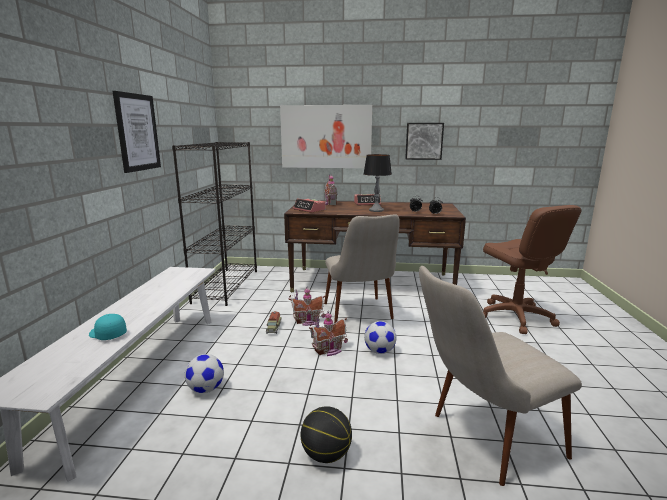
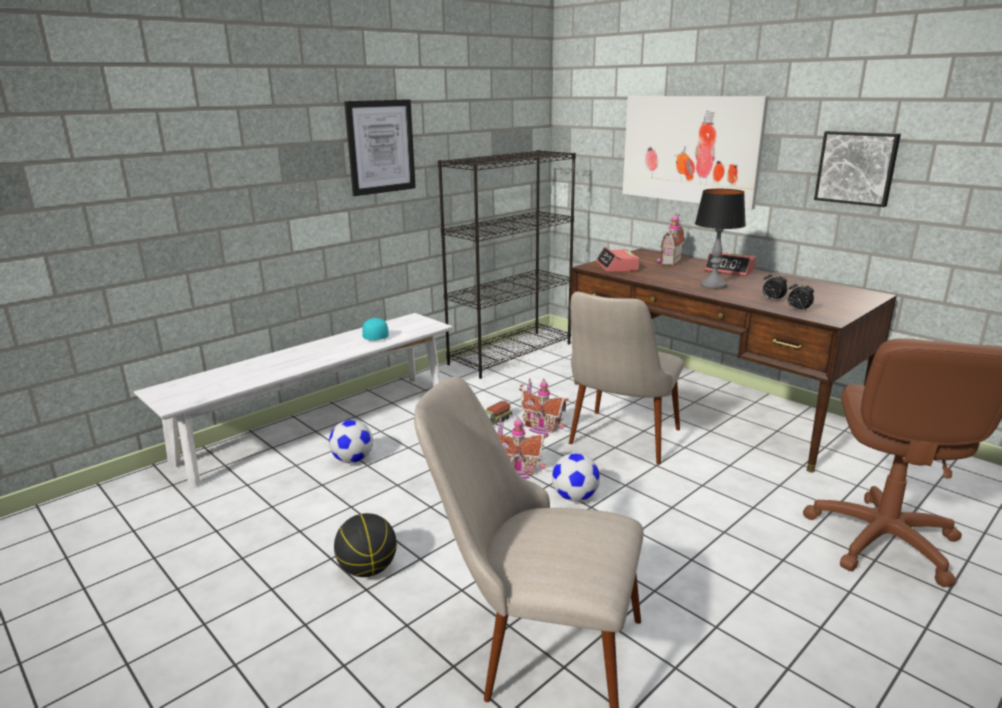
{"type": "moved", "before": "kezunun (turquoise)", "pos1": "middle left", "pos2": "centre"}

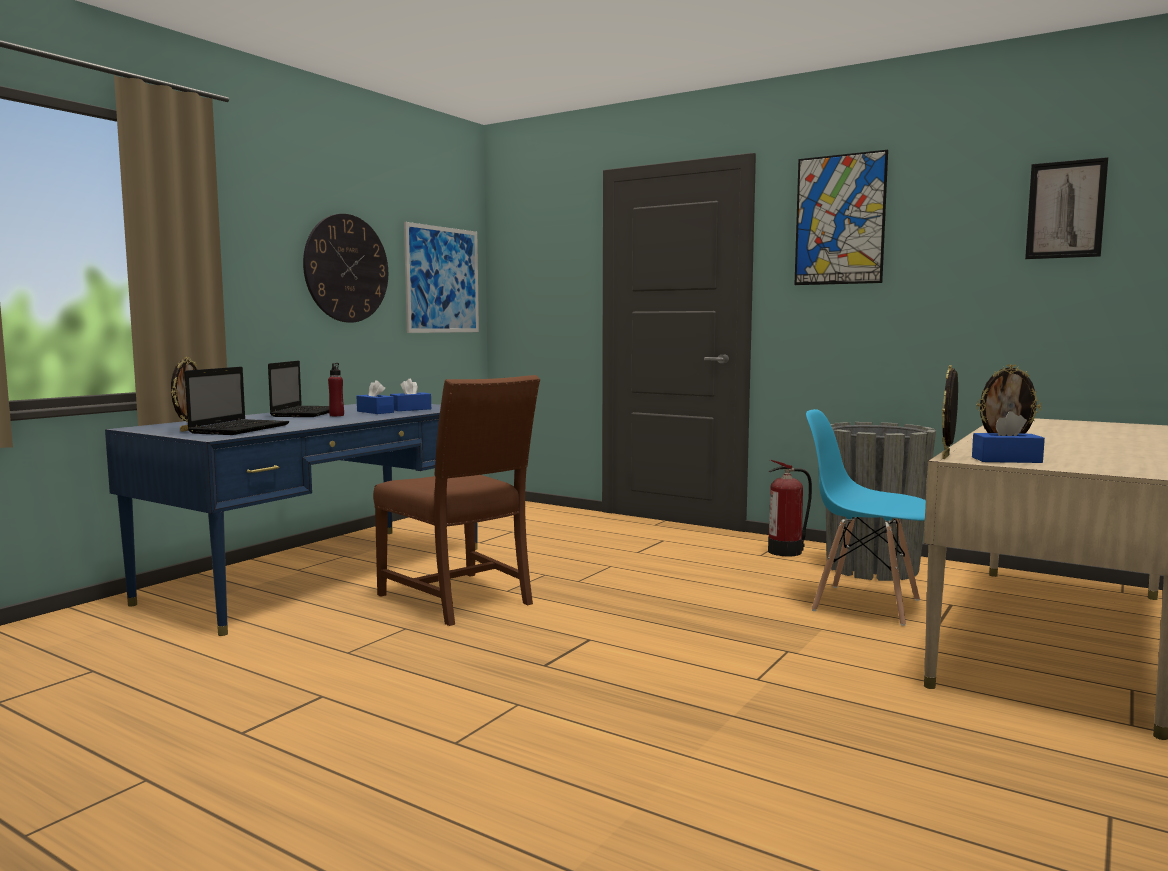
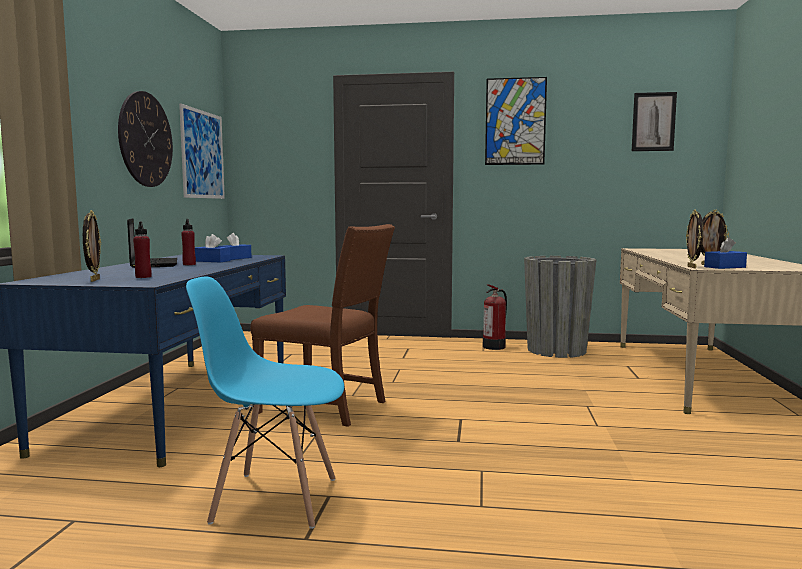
{"type": "replaced", "before": "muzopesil (1st from left)", "after": "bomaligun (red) (1st from left)", "pos1": "middle left", "pos2": "middle left"}
{"type": "moved", "before": "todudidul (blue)", "pos1": "middle right", "pos2": "bottom left"}

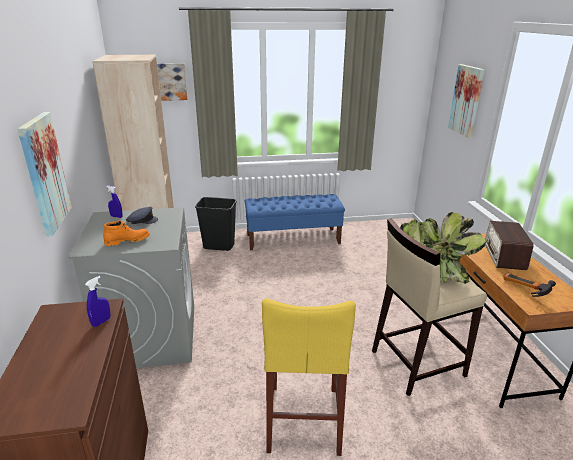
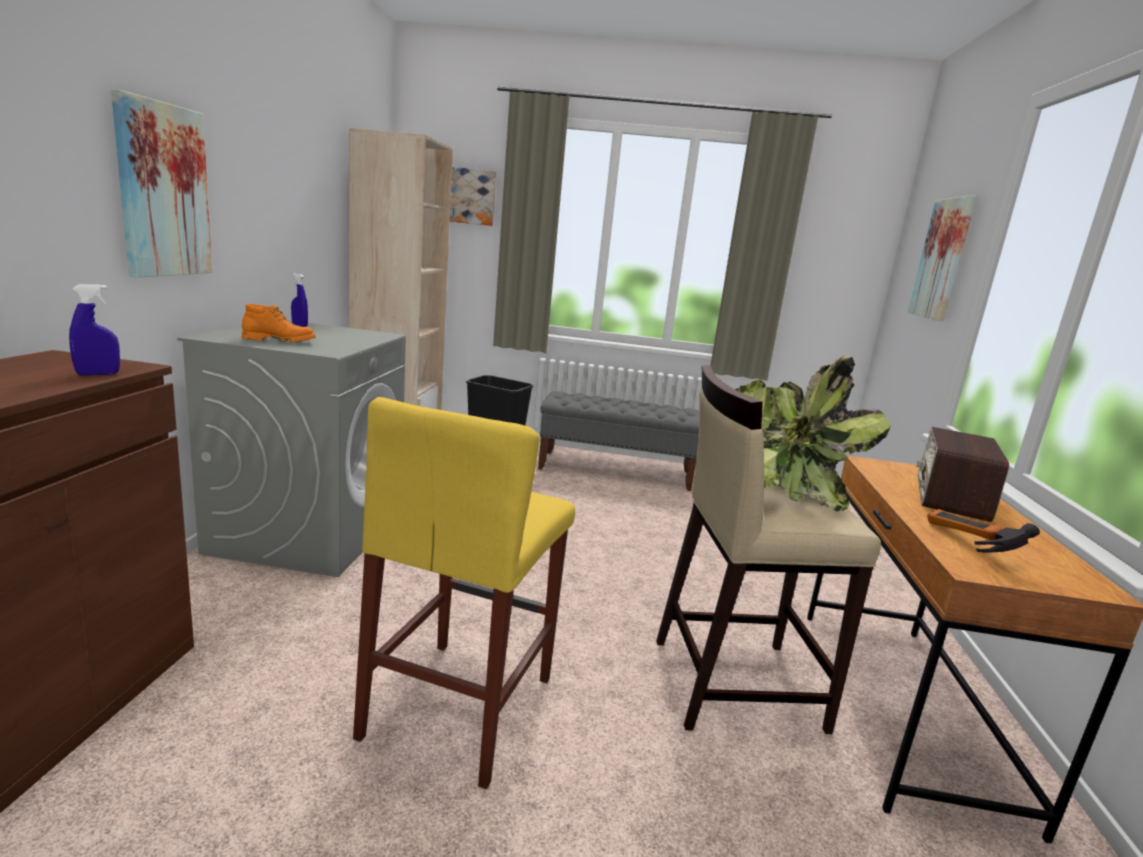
{"type": "recoloured", "before": "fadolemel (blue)", "after": "fadolemel (grey)", "pos1": "centre", "pos2": "centre"}
{"type": "removed", "before": "kezunun (grey)", "pos1": "middle left"}

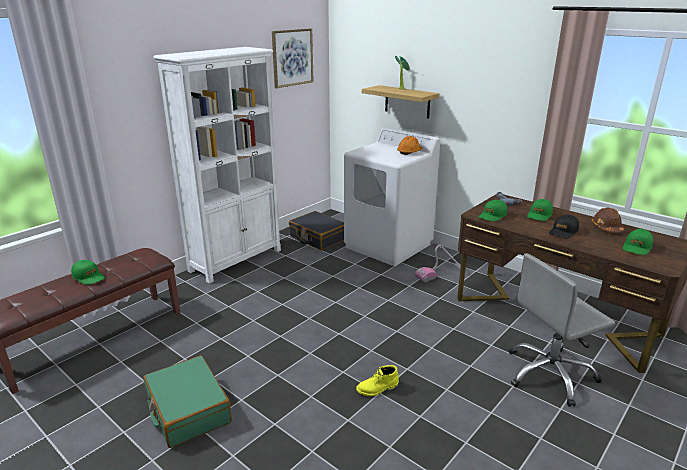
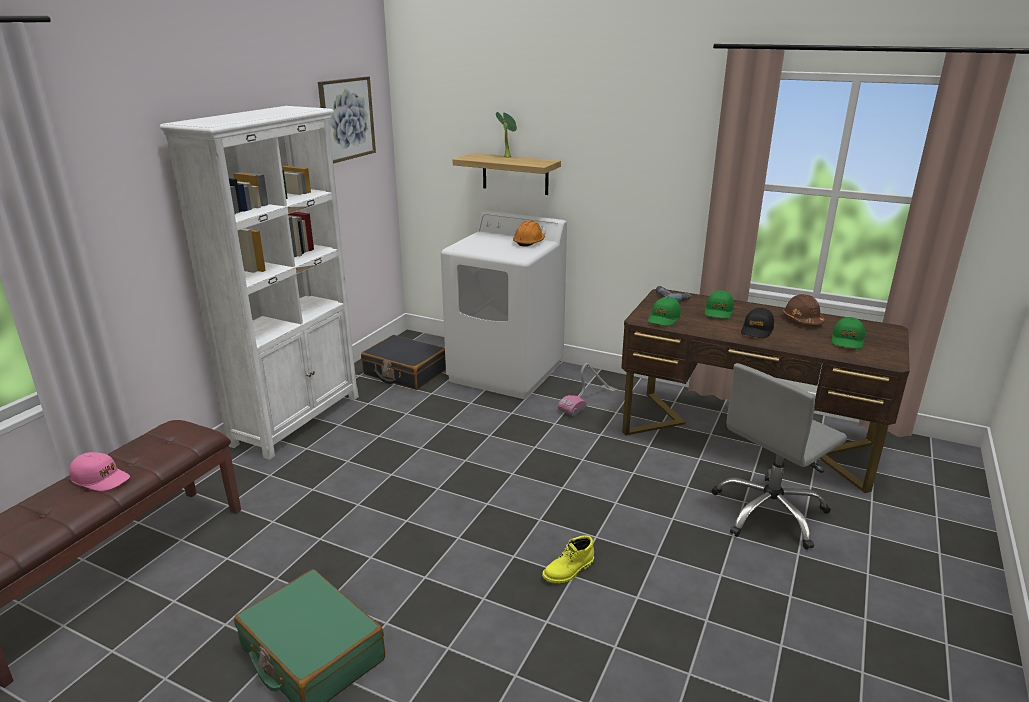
{"type": "recoloured", "before": "kezunun (green) (1st from left)", "after": "kezunun (pink)", "pos1": "middle left", "pos2": "bottom left"}

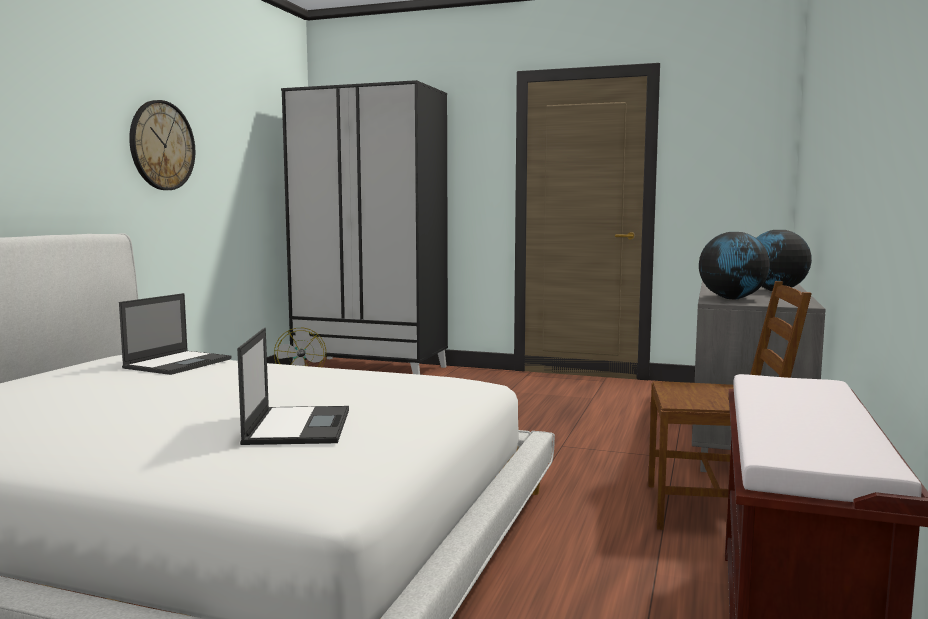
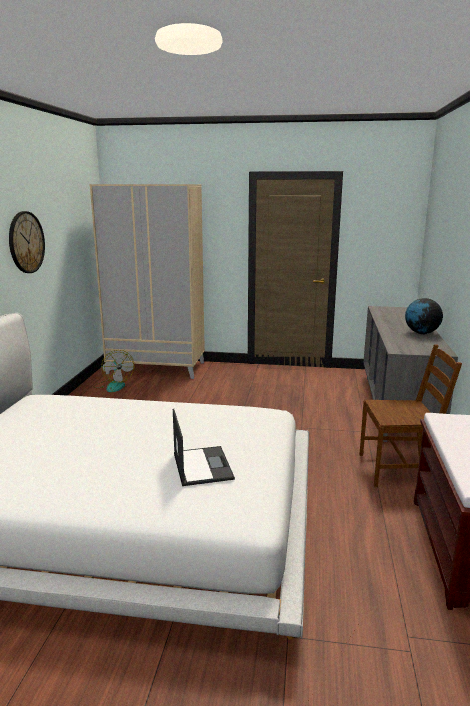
{"type": "recoloured", "before": "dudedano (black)", "after": "dudedano (beige)", "pos1": "centre", "pos2": "middle left"}
{"type": "removed", "before": "muzopesil (1st from left)", "pos1": "middle left"}
{"type": "removed", "before": "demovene (1st from left)", "pos1": "middle right"}

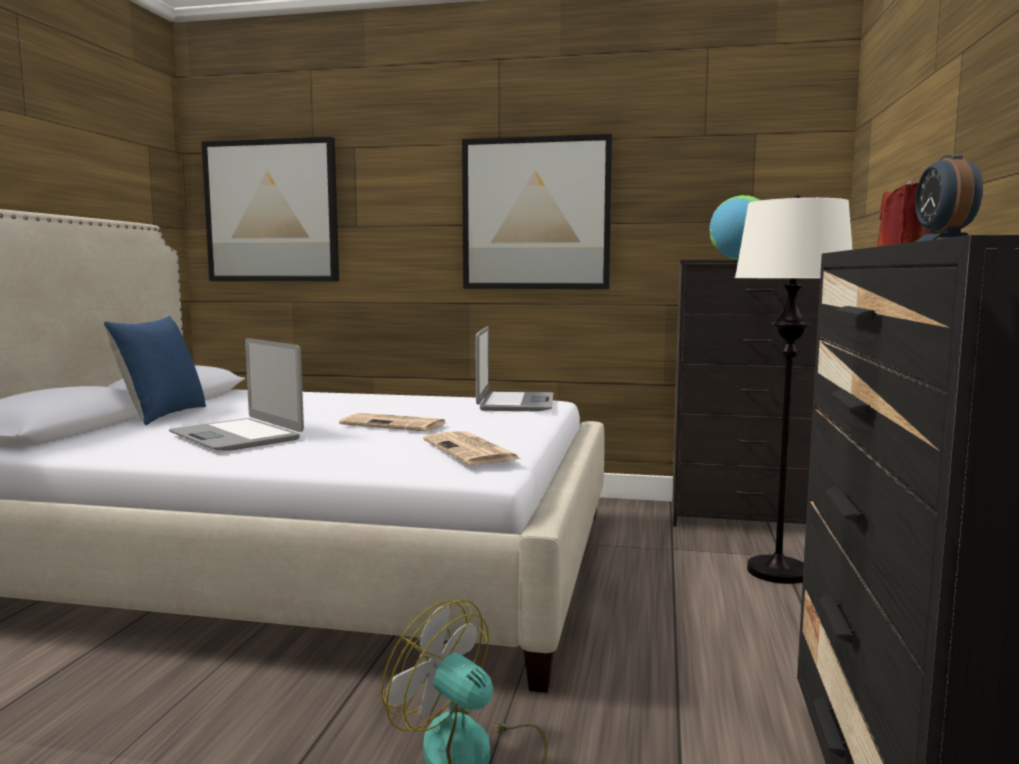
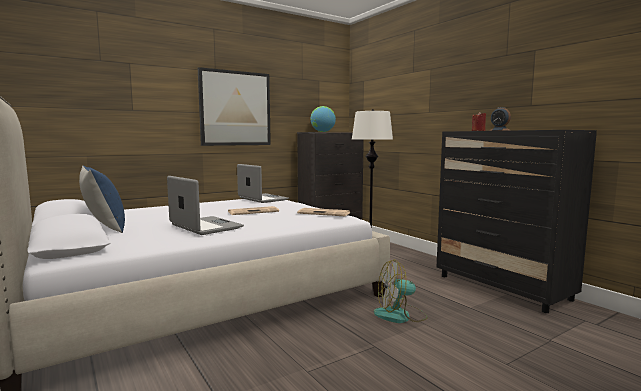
{"type": "turned", "before": "muzopesil (1st from left)", "pos1": "middle left", "pos2": "middle left", "turn": -135}
{"type": "removed", "before": "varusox (1st from left)", "pos1": "top left"}

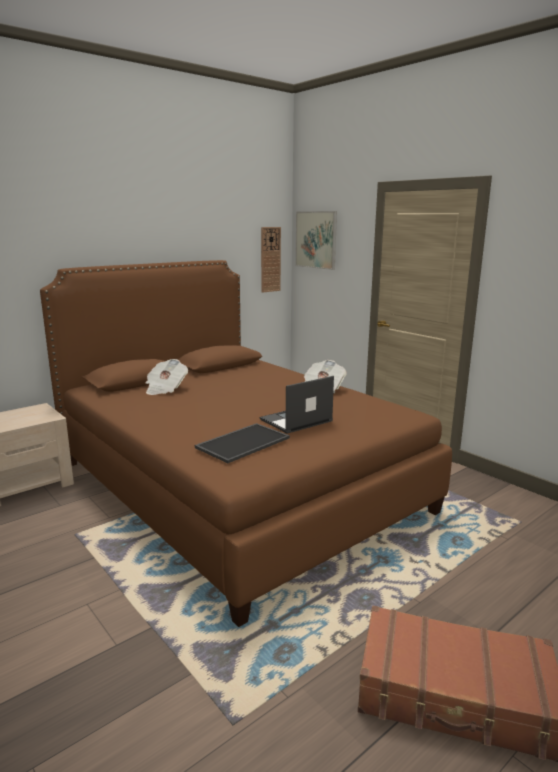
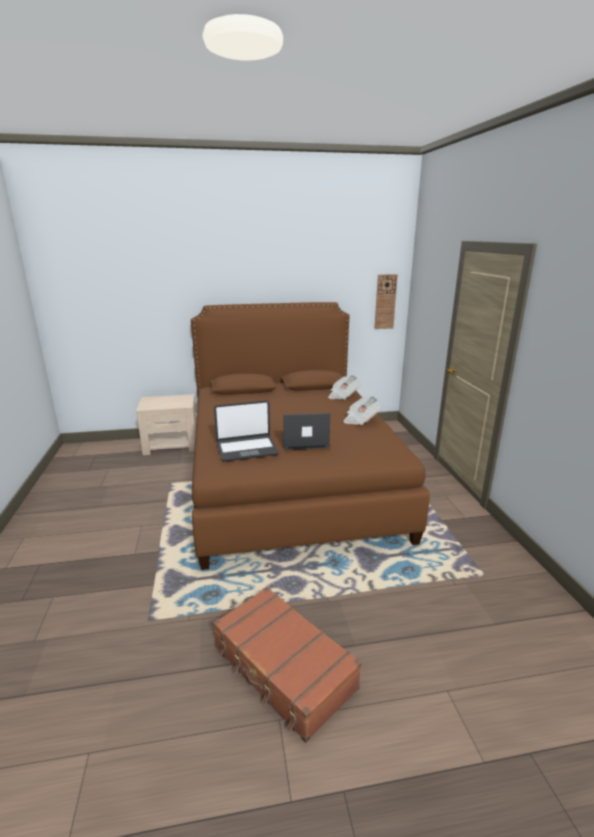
{"type": "replaced", "before": "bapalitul", "after": "muzopesil (1st from left)", "pos1": "centre", "pos2": "centre"}
{"type": "moved", "before": "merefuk (1st from left)", "pos1": "middle left", "pos2": "centre"}
{"type": "removed", "before": "varusox", "pos1": "top centre"}

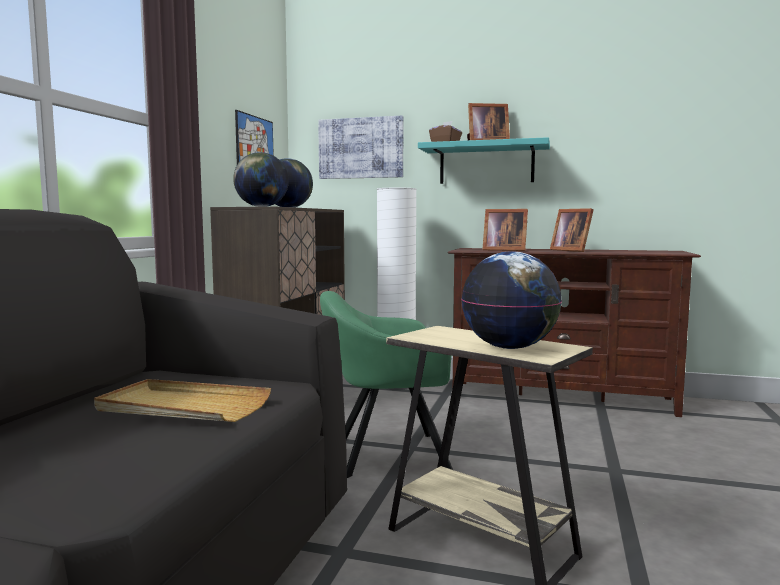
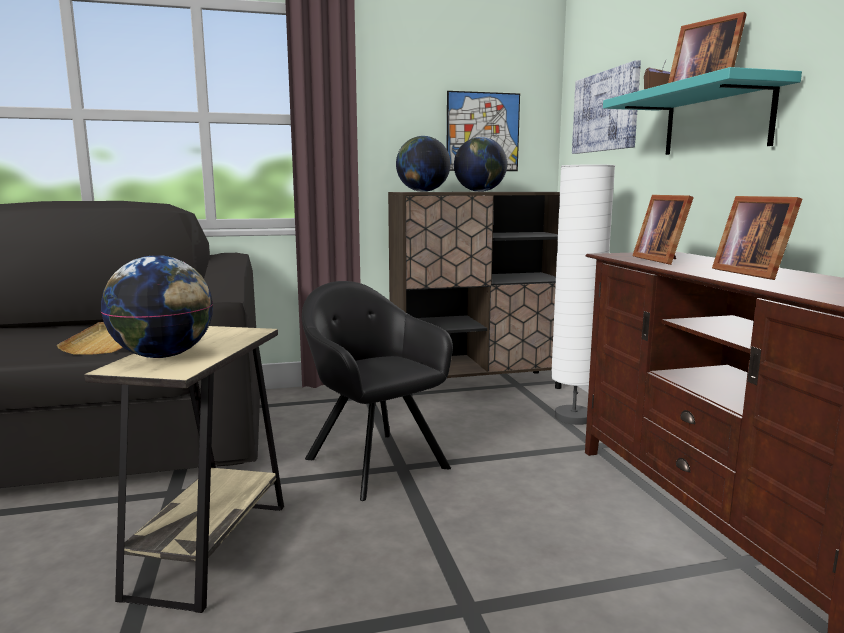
{"type": "recoloured", "before": "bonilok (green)", "after": "bonilok (black)", "pos1": "centre", "pos2": "centre"}
{"type": "turned", "before": "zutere (3rd from left)", "pos1": "middle right", "pos2": "middle right", "turn": -45}

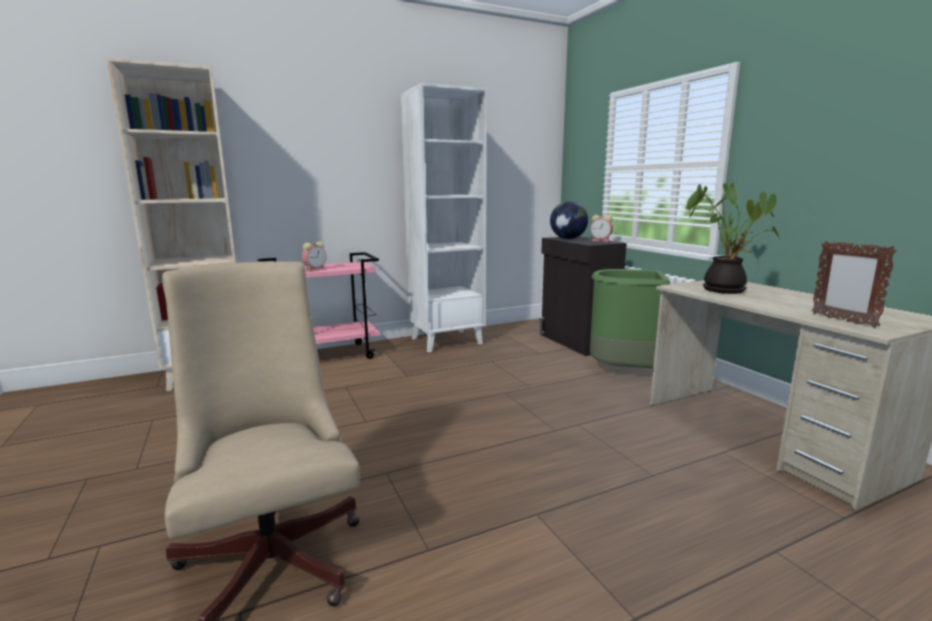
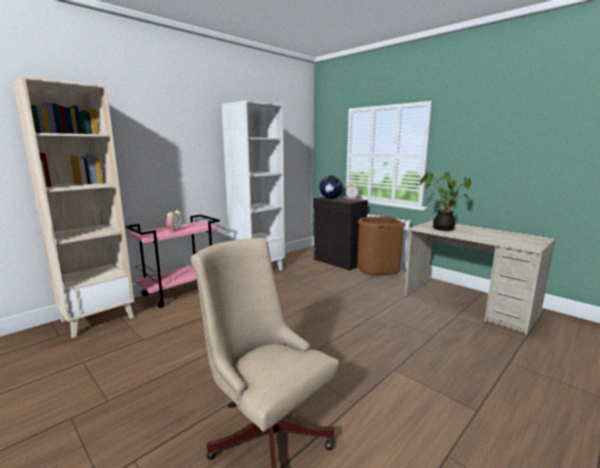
{"type": "recoloured", "before": "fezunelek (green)", "after": "fezunelek (brown)", "pos1": "middle right", "pos2": "centre"}
{"type": "removed", "before": "zutere", "pos1": "middle right"}

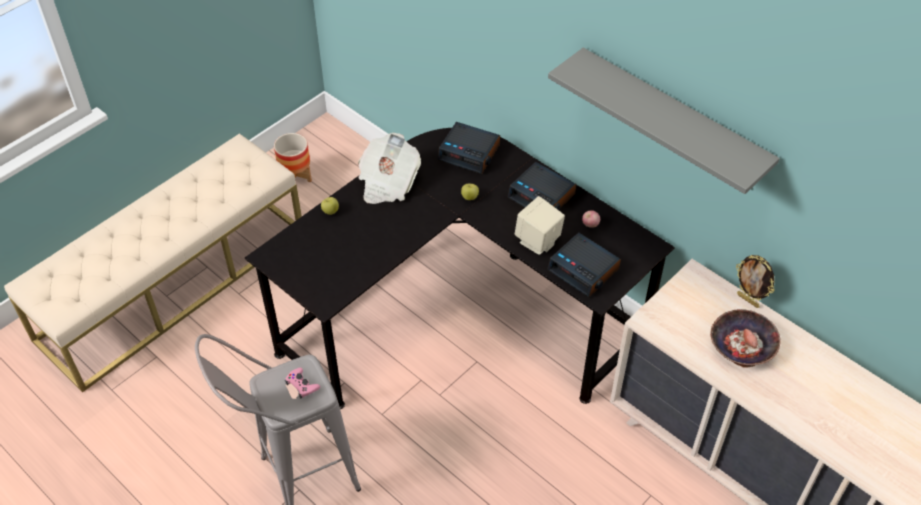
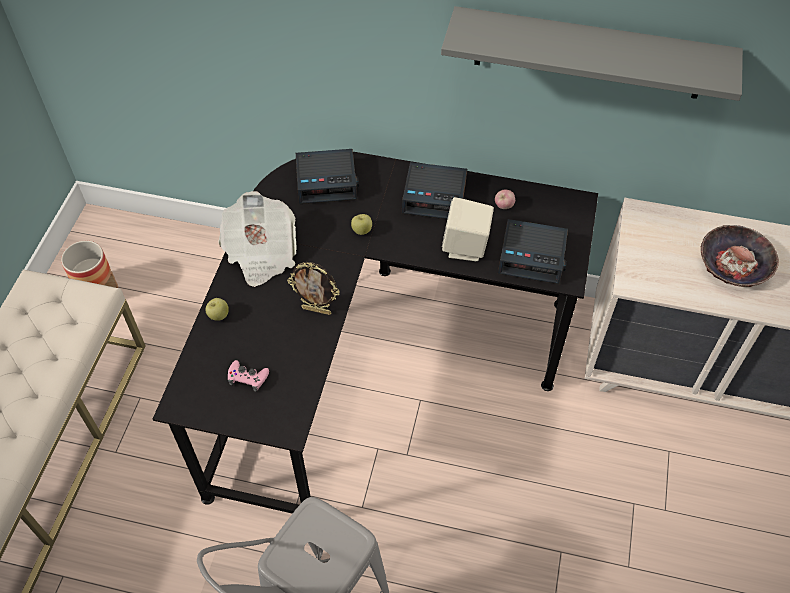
{"type": "moved", "before": "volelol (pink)", "pos1": "bottom left", "pos2": "middle left"}
{"type": "moved", "before": "zutere", "pos1": "middle right", "pos2": "centre"}

